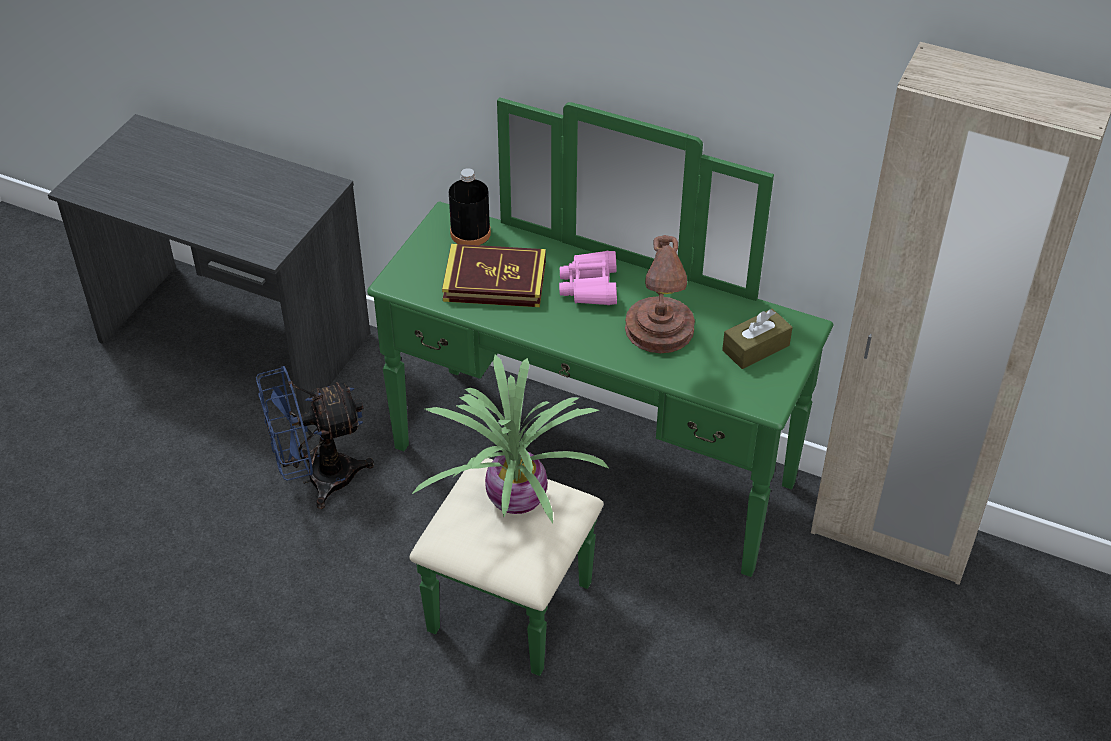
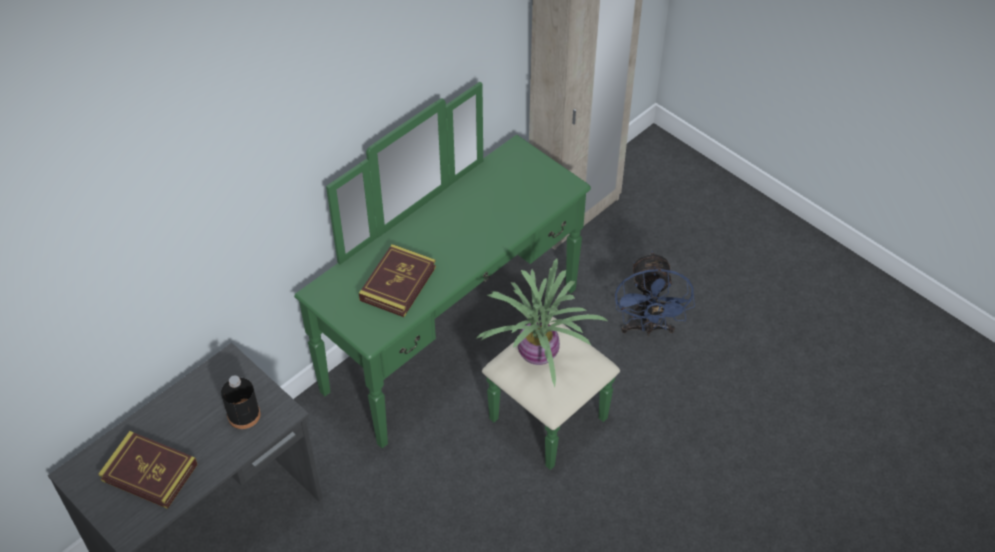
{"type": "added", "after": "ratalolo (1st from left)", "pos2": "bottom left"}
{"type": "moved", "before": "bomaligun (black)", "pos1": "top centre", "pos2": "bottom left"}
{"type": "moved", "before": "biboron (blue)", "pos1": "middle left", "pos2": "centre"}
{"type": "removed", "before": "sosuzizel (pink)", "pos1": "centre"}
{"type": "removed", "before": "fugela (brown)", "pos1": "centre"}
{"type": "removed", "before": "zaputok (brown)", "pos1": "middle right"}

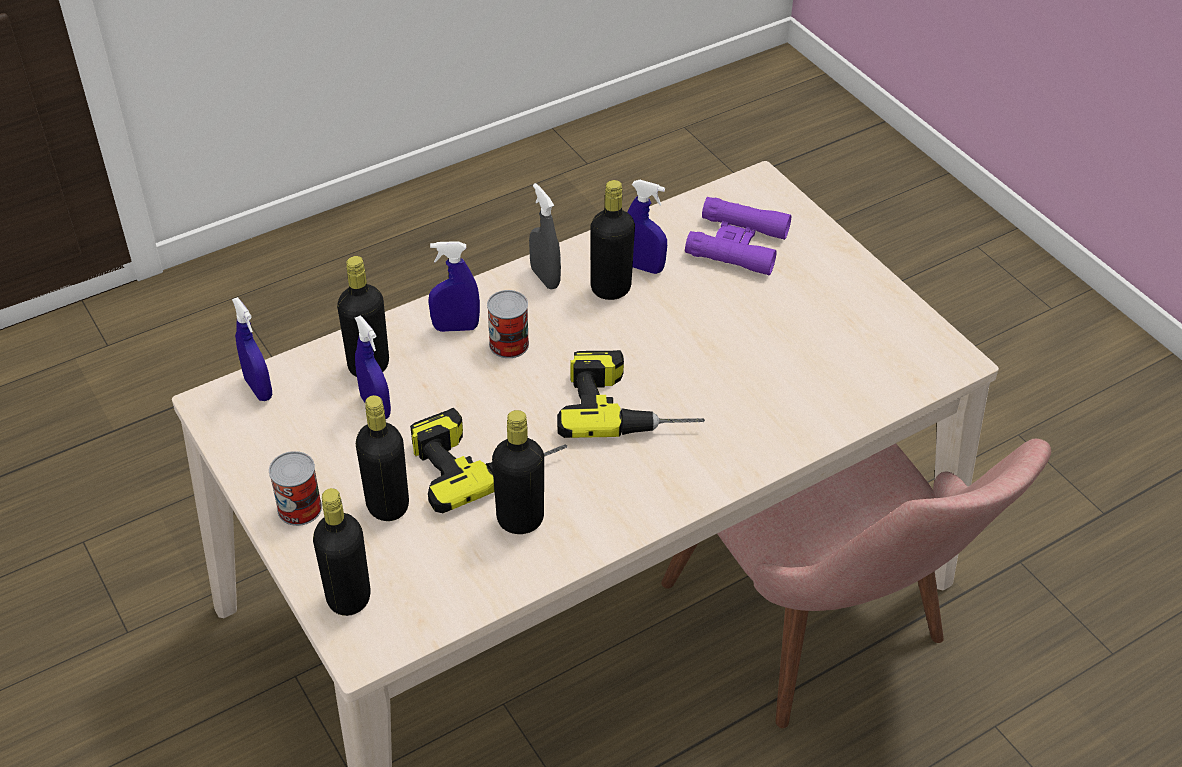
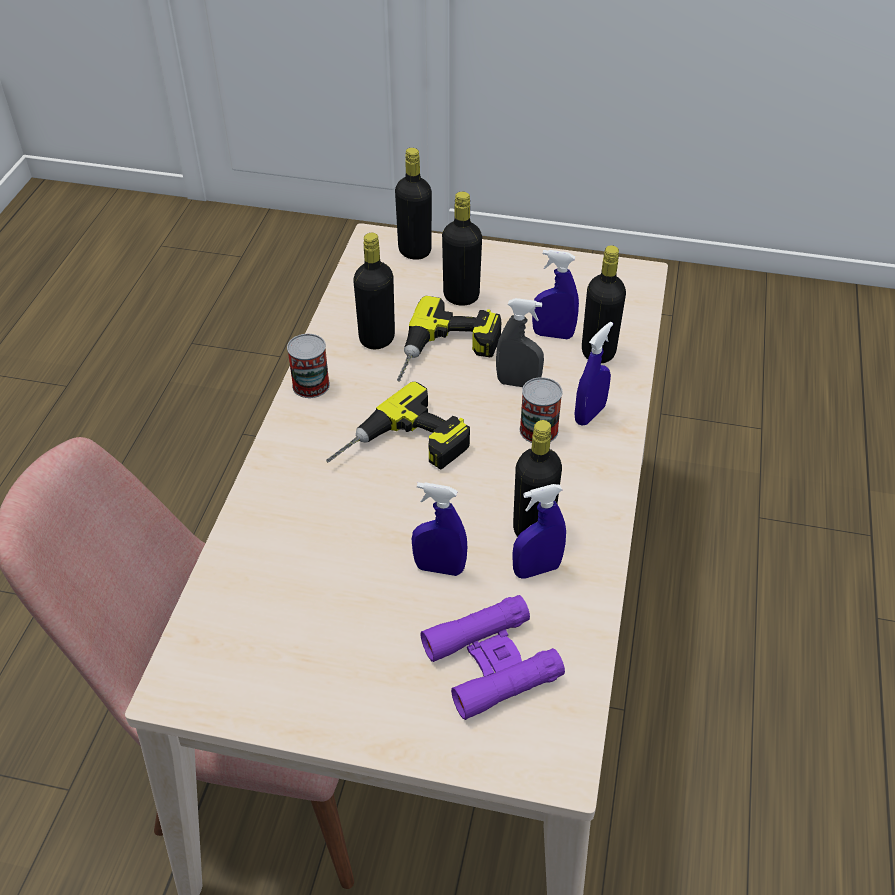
{"type": "moved", "before": "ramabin (1st from left)", "pos1": "middle left", "pos2": "centre"}
{"type": "moved", "before": "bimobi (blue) (1st from left)", "pos1": "middle left", "pos2": "centre"}
{"type": "moved", "before": "bimobi (grey)", "pos1": "top centre", "pos2": "centre"}

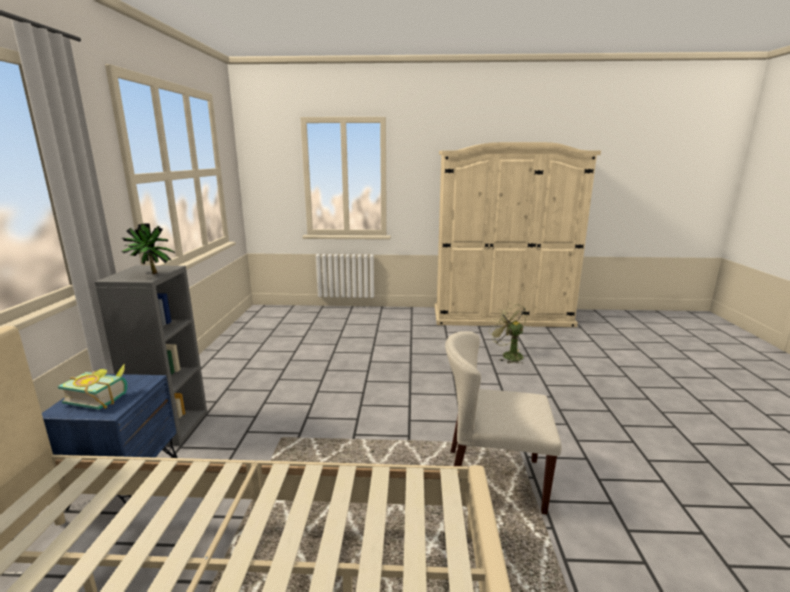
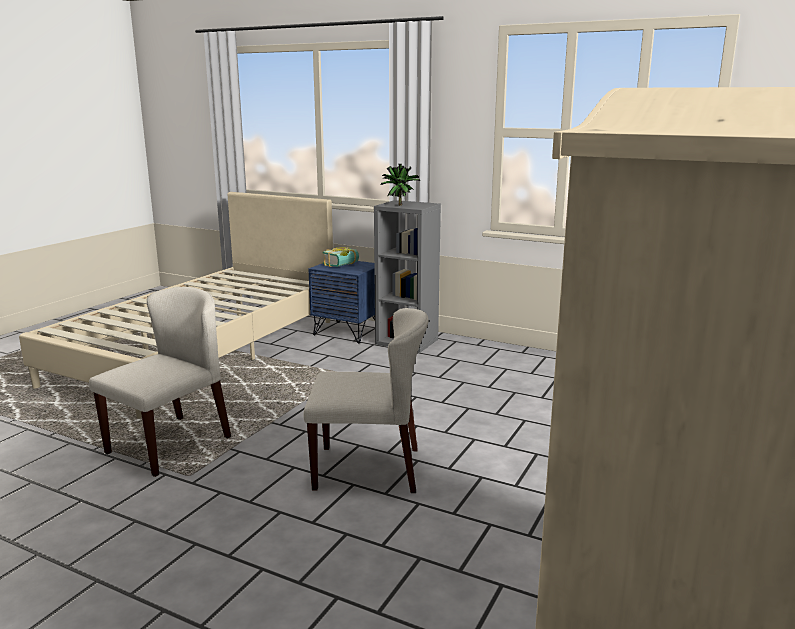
{"type": "added", "after": "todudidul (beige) (2nd from left)", "pos2": "centre"}
{"type": "removed", "before": "biboron (green)", "pos1": "centre"}

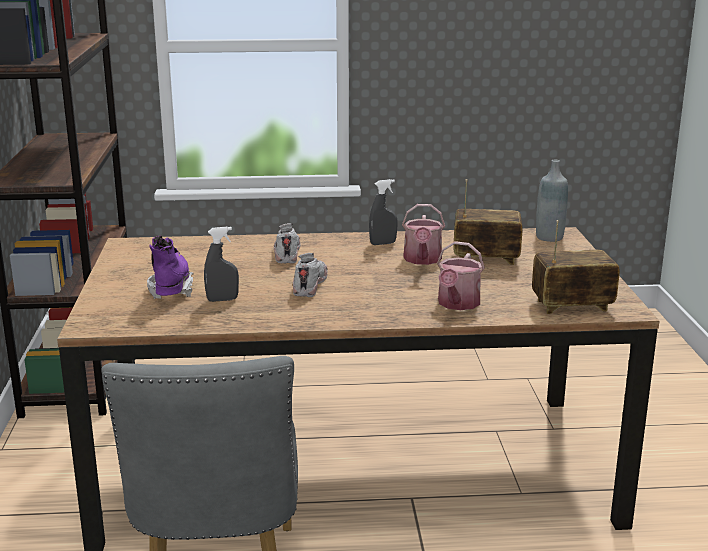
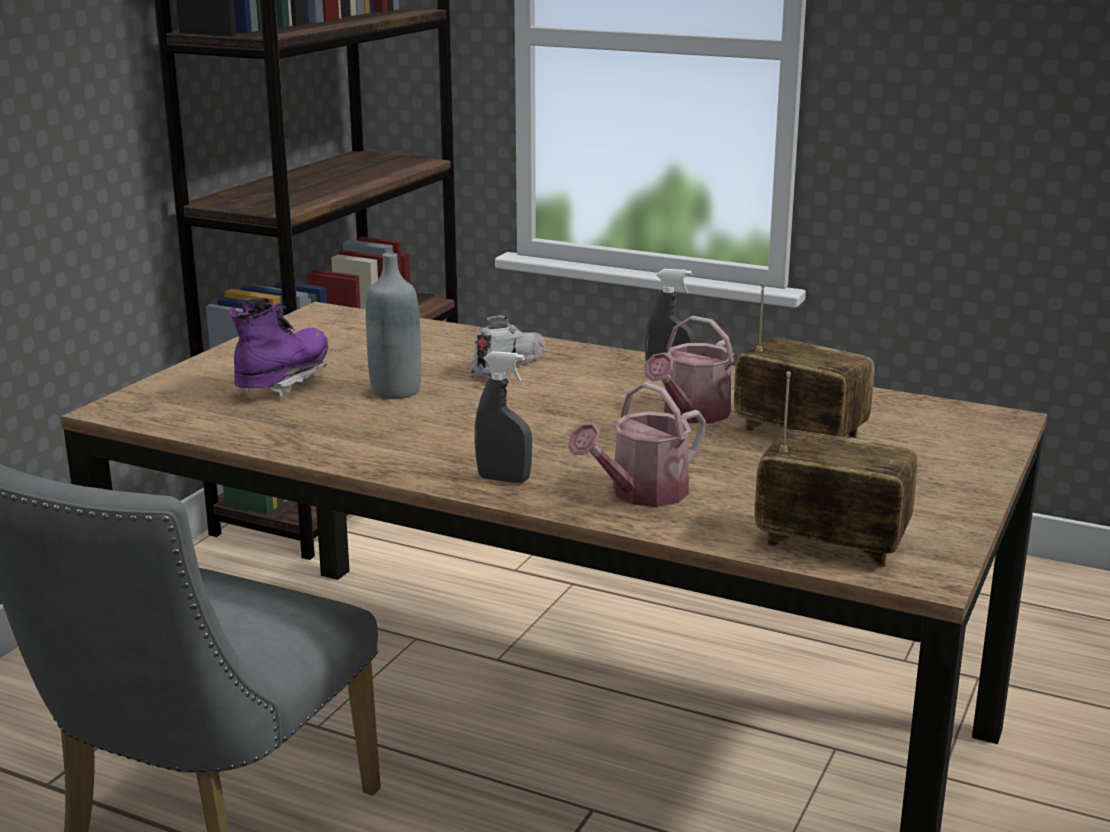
{"type": "moved", "before": "bomaligun (grey)", "pos1": "middle right", "pos2": "centre"}
{"type": "moved", "before": "bimobi (grey) (1st from left)", "pos1": "middle left", "pos2": "centre"}
{"type": "removed", "before": "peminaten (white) (2nd from left)", "pos1": "centre"}

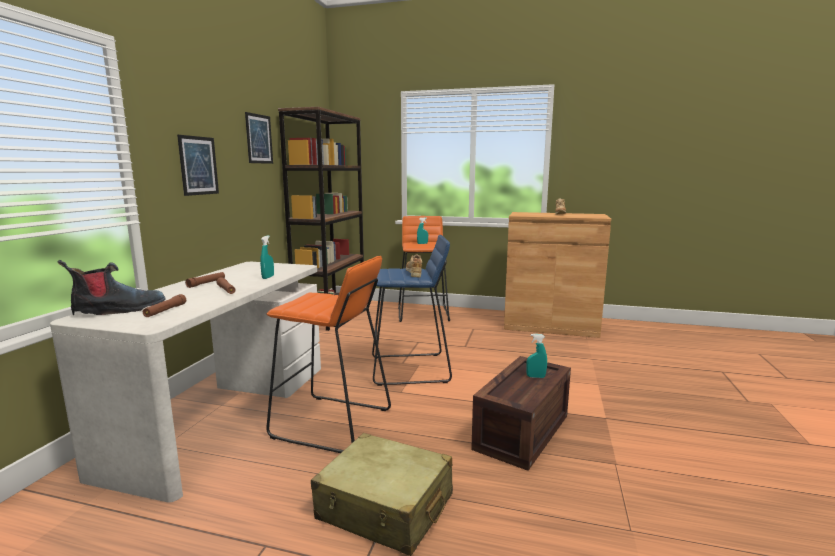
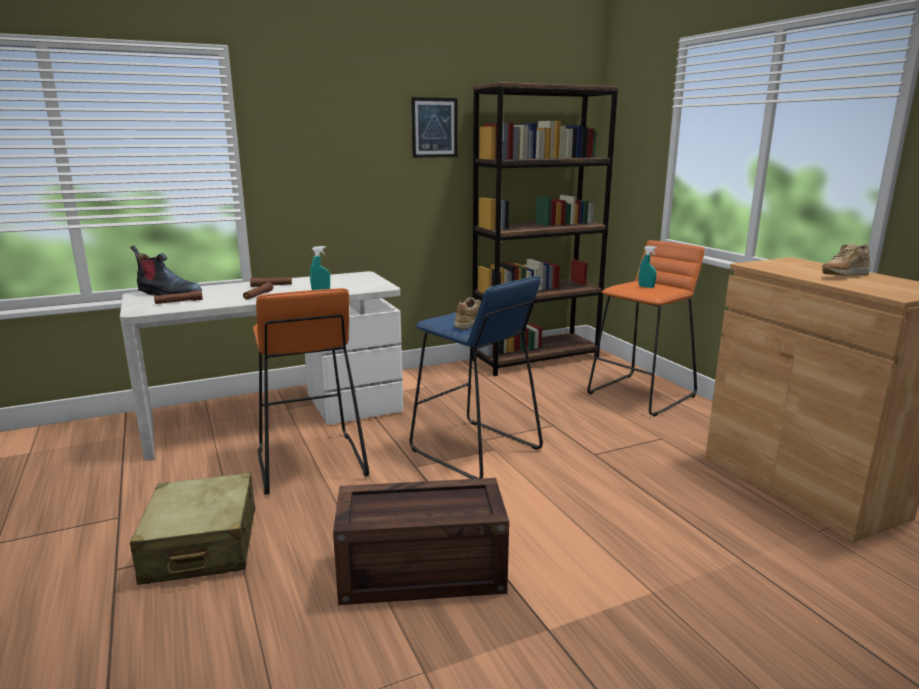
{"type": "removed", "before": "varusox (1st from left)", "pos1": "top left"}
{"type": "removed", "before": "bimobi (turquoise) (3rd from left)", "pos1": "centre"}

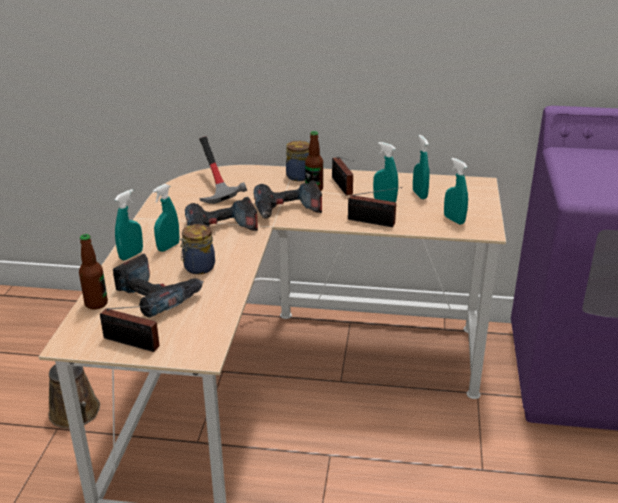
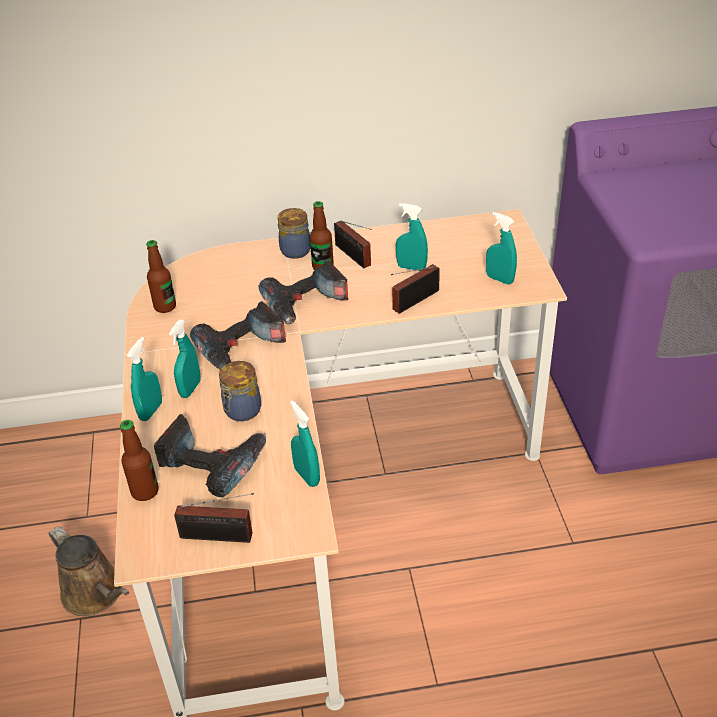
{"type": "added", "after": "bomaligun (2nd from left)", "pos2": "middle left"}
{"type": "moved", "before": "bimobi (turquoise) (4th from left in the first image)", "after": "bimobi (turquoise) (3rd from left)", "pos1": "top right", "pos2": "centre"}
{"type": "turned", "before": "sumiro (3rd from left)", "pos1": "centre", "pos2": "centre", "turn": 135}
{"type": "removed", "before": "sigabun", "pos1": "centre"}

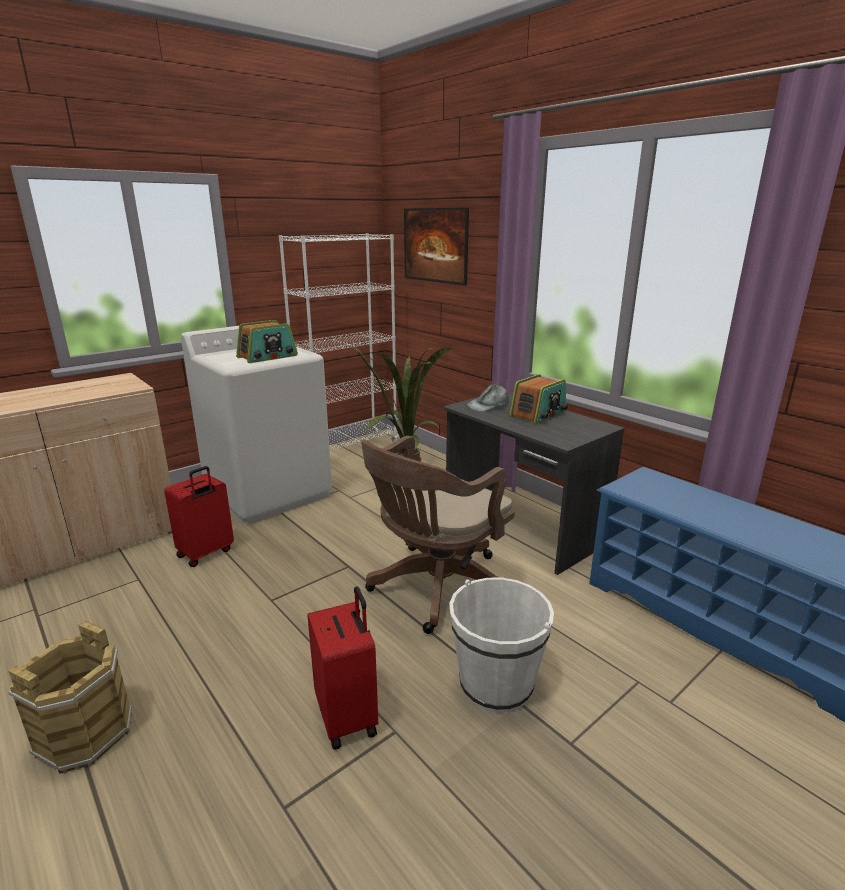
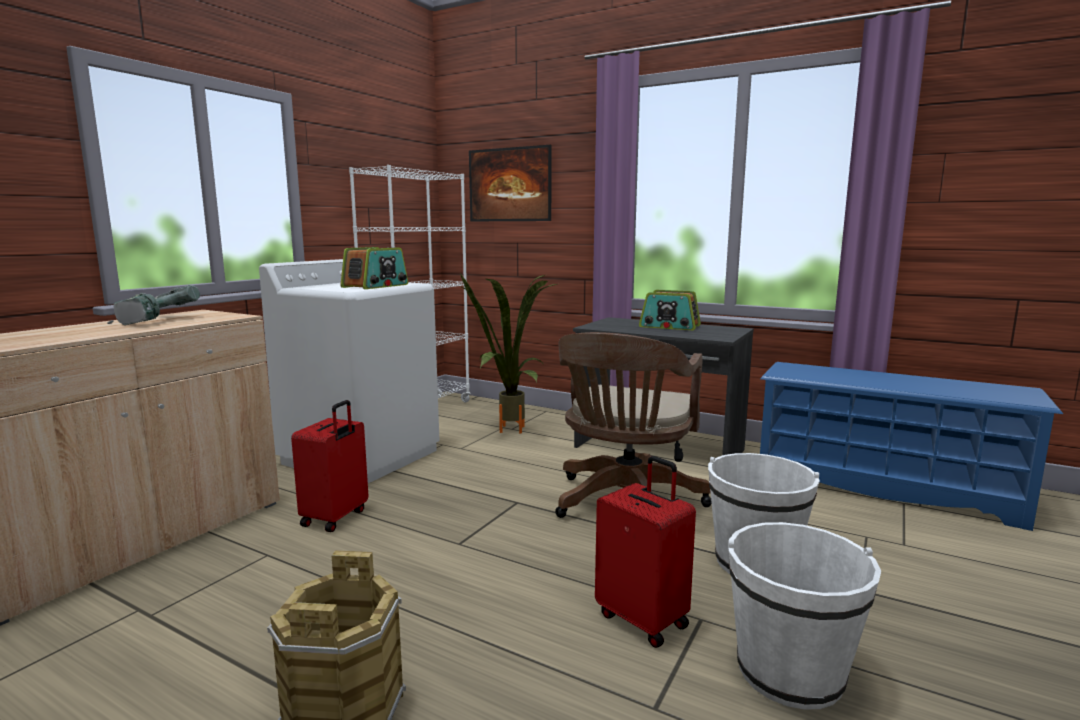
{"type": "added", "after": "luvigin", "pos2": "middle left"}
{"type": "turned", "before": "sumiro (2nd from left)", "pos1": "centre", "pos2": "centre", "turn": 90}
{"type": "added", "after": "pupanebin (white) (2nd from left)", "pos2": "bottom right"}
{"type": "removed", "before": "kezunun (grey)", "pos1": "centre"}

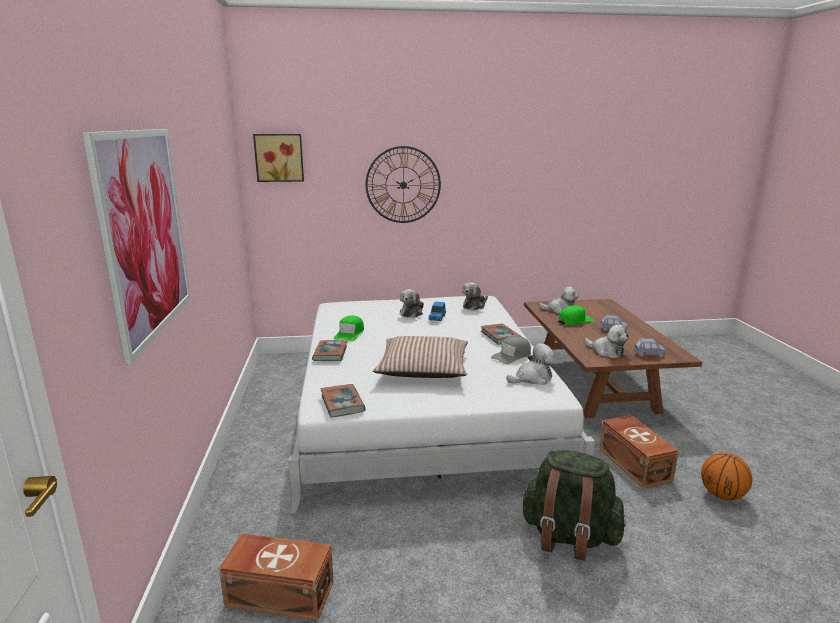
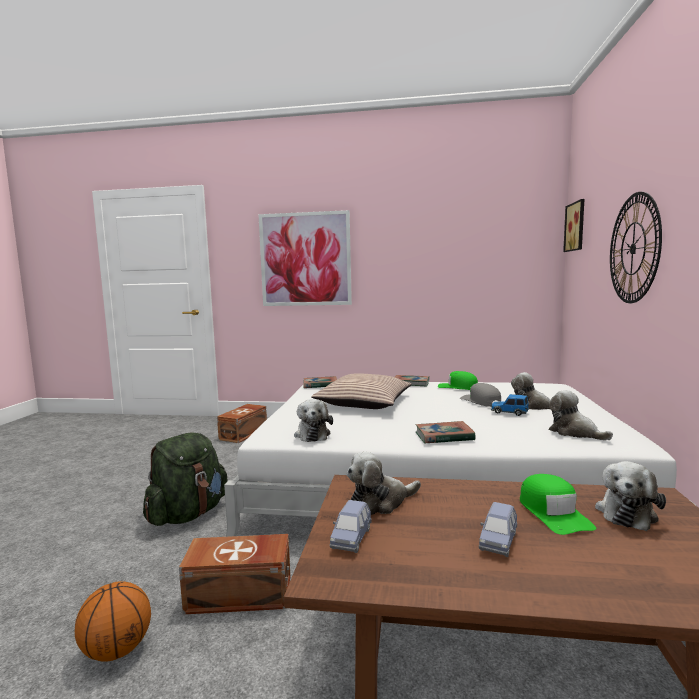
{"type": "moved", "before": "kezunun (grey)", "pos1": "centre", "pos2": "middle right"}

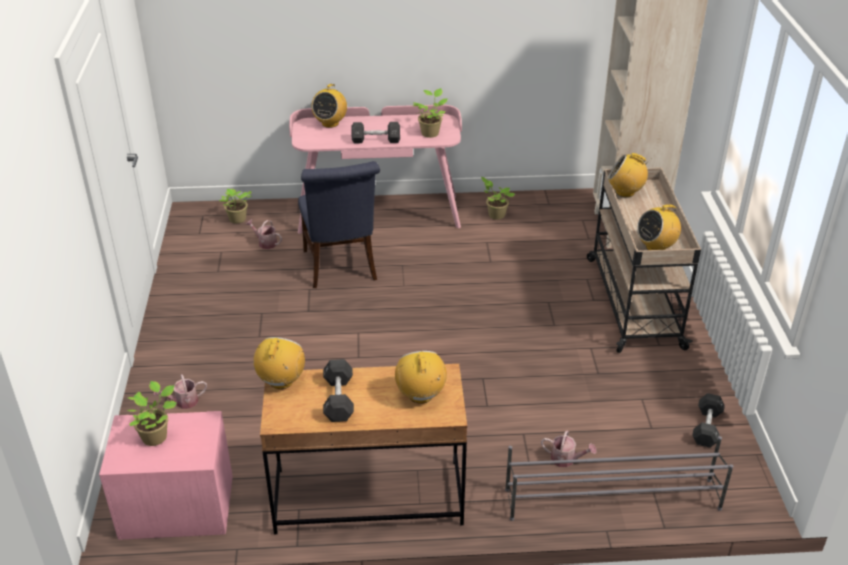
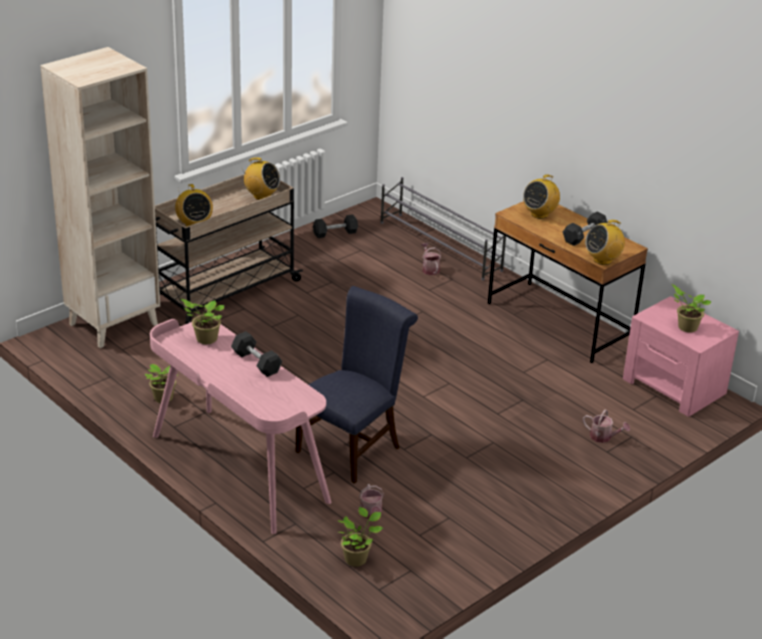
{"type": "removed", "before": "sumiro (2nd from left)", "pos1": "top centre"}

